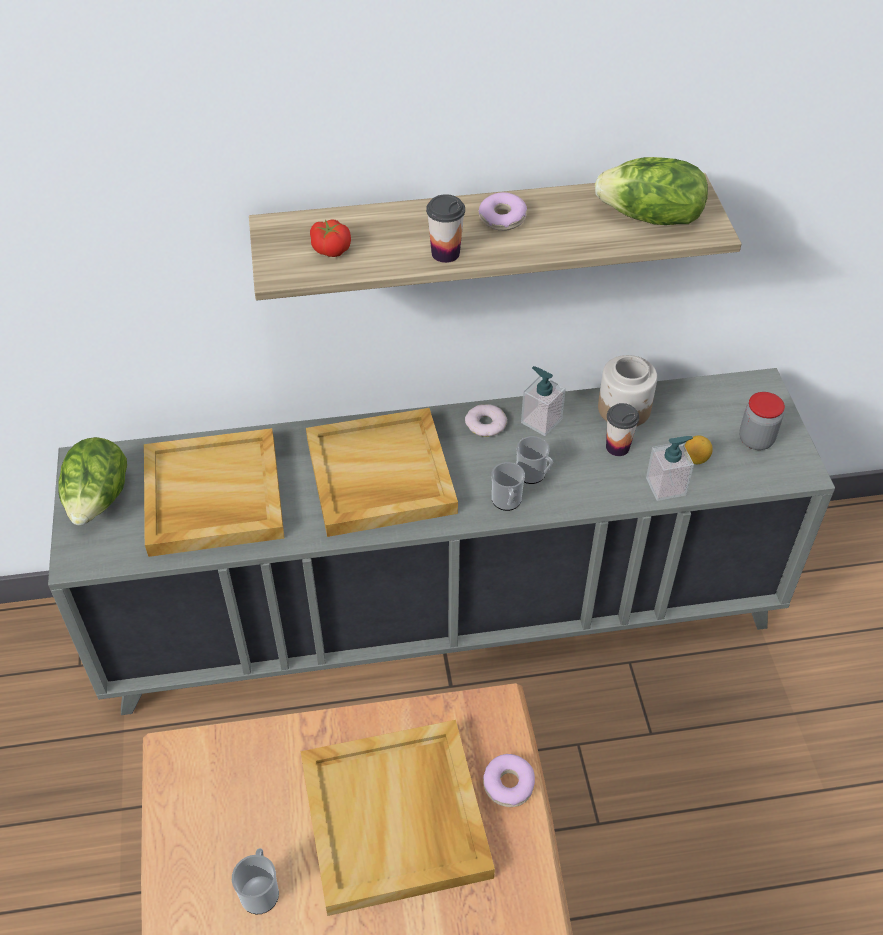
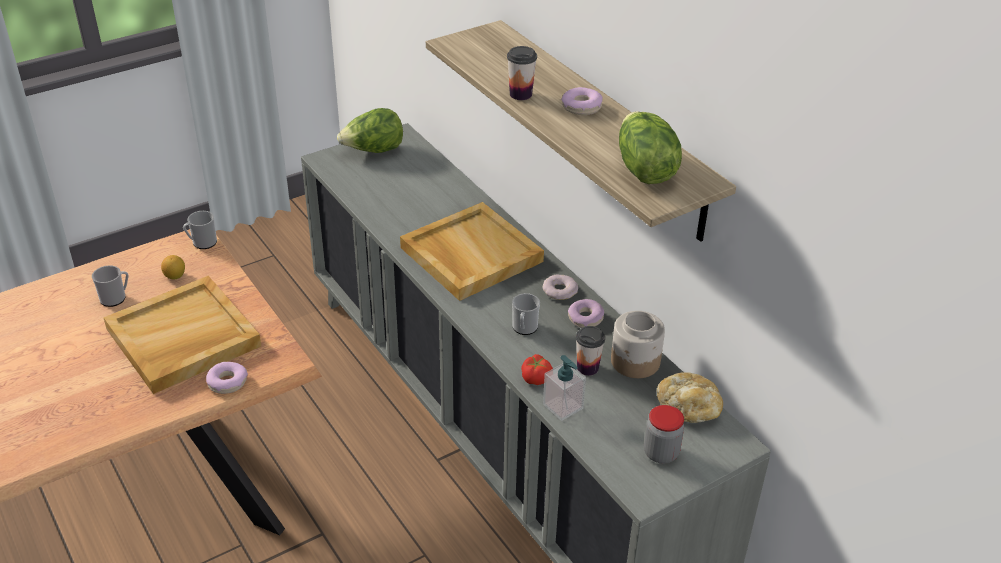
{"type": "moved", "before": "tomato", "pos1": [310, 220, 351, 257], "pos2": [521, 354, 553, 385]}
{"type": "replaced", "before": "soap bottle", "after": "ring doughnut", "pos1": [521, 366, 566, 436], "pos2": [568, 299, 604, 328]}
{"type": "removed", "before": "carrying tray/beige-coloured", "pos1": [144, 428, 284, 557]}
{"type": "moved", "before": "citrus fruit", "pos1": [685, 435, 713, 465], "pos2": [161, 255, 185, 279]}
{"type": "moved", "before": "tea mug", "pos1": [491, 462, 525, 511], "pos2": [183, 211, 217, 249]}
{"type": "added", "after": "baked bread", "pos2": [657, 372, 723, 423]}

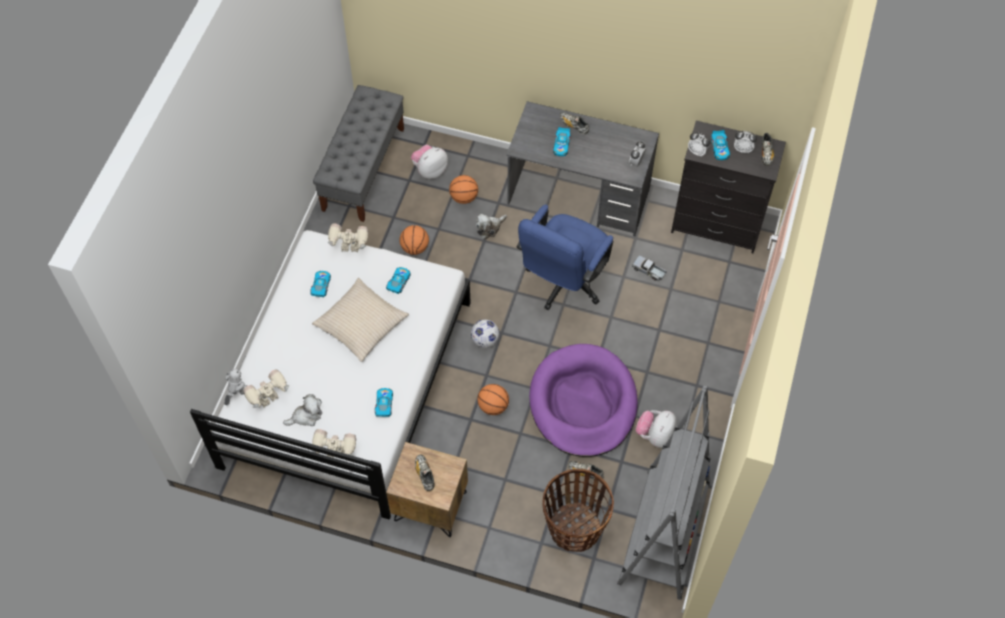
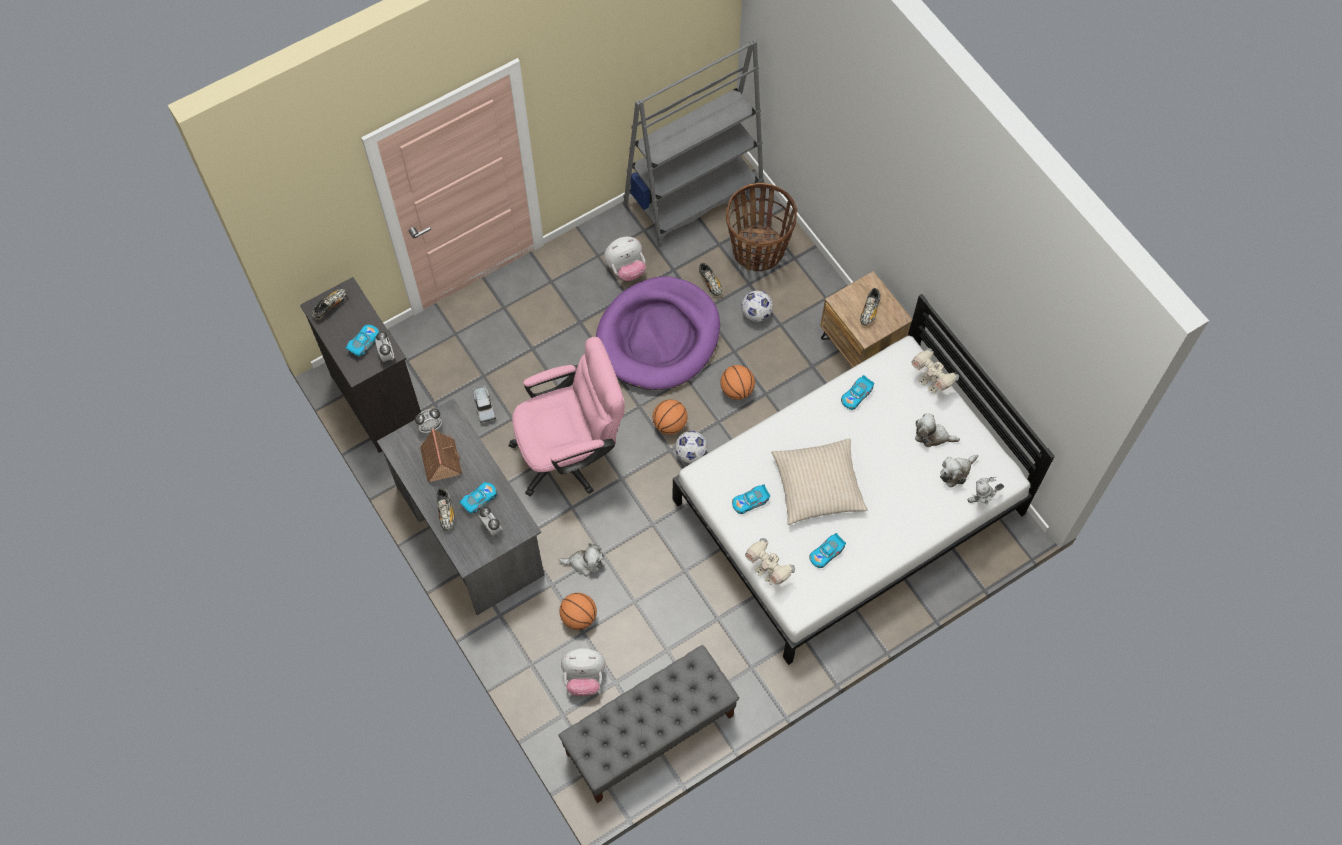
{"type": "moved", "before": "table clock", "pos1": [734, 131, 757, 153], "pos2": [478, 507, 502, 537]}
{"type": "recoloured", "before": "office chair/blue-coloured", "after": "office chair/pink", "pos1": [517, 204, 614, 310], "pos2": [508, 337, 625, 496]}
{"type": "moved", "before": "basketball", "pos1": [399, 225, 429, 255], "pos2": [653, 399, 688, 434]}
{"type": "replaced", "before": "robot figure", "after": "cuddly toy", "pos1": [243, 369, 289, 408], "pos2": [940, 455, 978, 487]}
{"type": "added", "after": "ball for football", "pos2": [741, 290, 773, 322]}
{"type": "added", "after": "toy house", "pos2": [420, 428, 462, 482]}

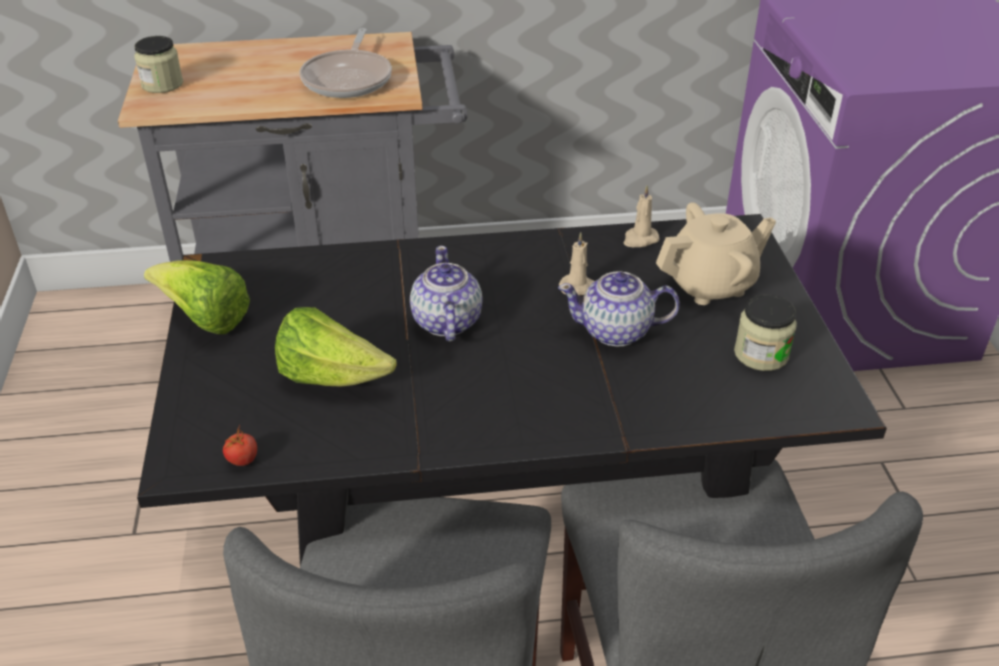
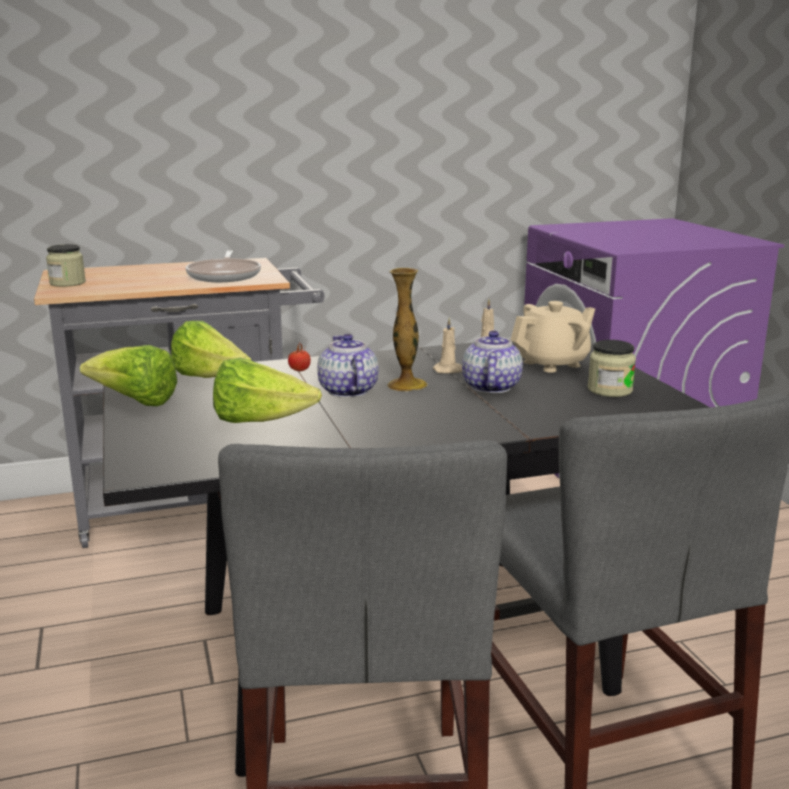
{"type": "turned", "before": "pot for tea", "pos1": [558, 271, 680, 347], "pos2": [462, 330, 523, 393], "turn": 105}
{"type": "moved", "before": "tomato", "pos1": [223, 425, 257, 466], "pos2": [288, 342, 311, 371]}
{"type": "added", "after": "vase", "pos2": [387, 268, 428, 392]}
{"type": "added", "after": "head of lettuce", "pos2": [171, 321, 251, 378]}

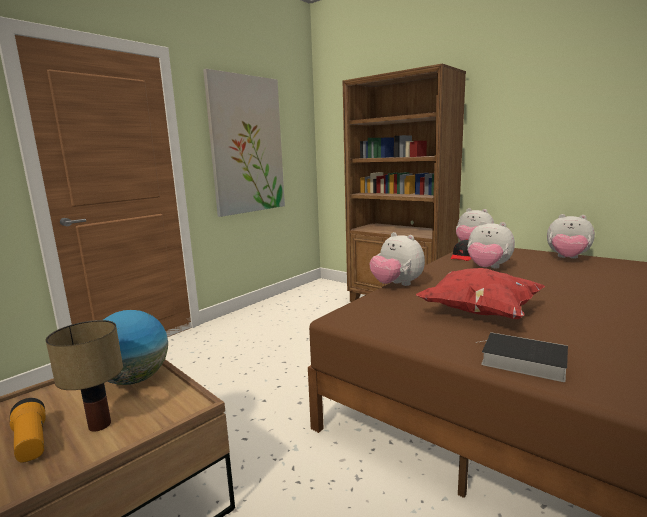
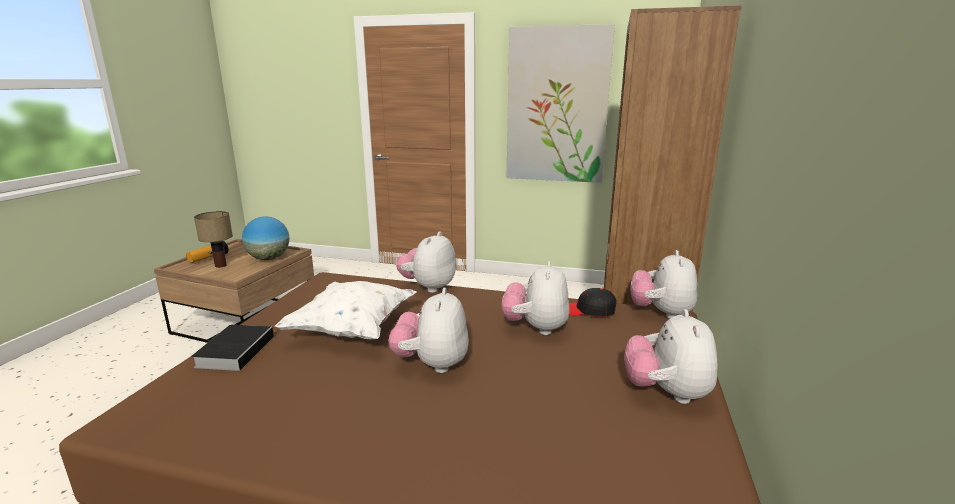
{"type": "recoloured", "before": "pillow/red", "after": "pillow/white", "pos1": [416, 268, 545, 319], "pos2": [275, 281, 417, 339]}
{"type": "added", "after": "cuddly toy", "pos2": [388, 288, 469, 373]}

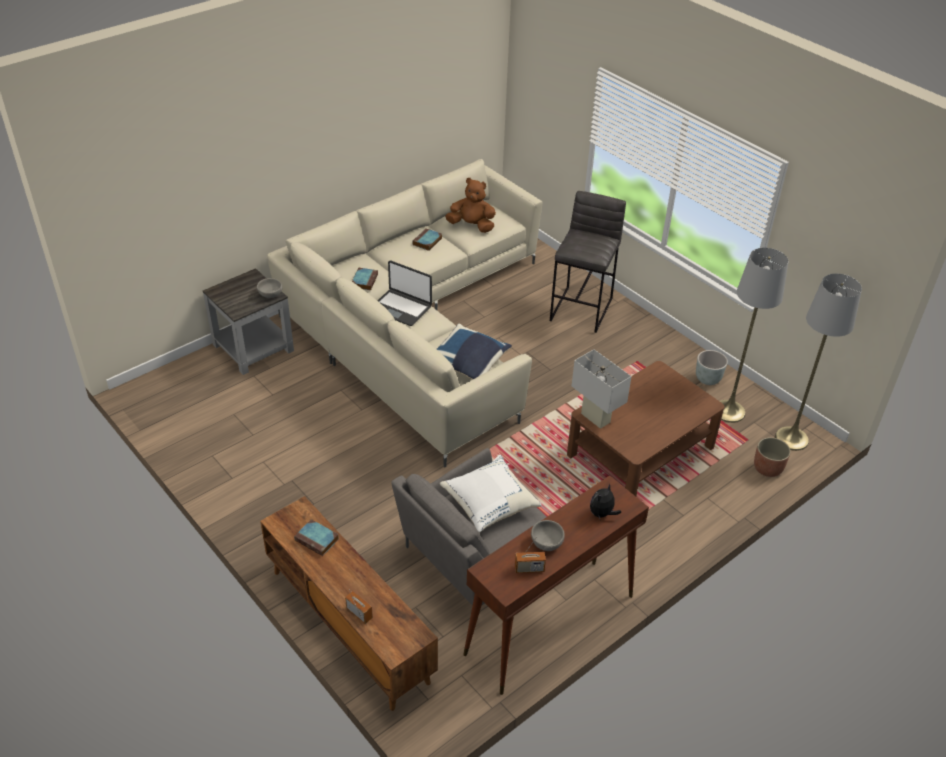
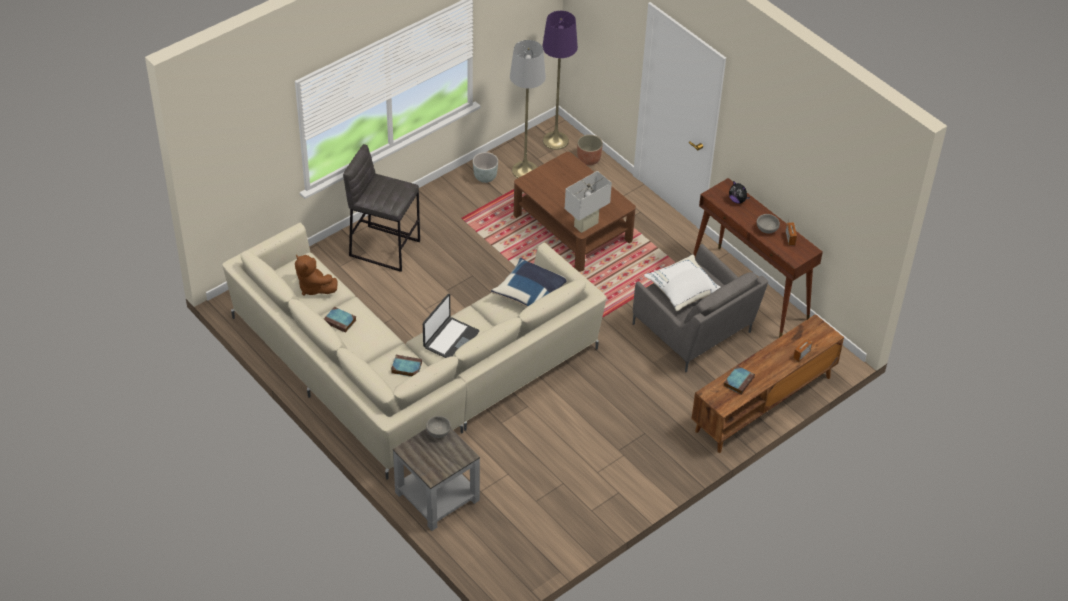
{"type": "turned", "before": "cuddly toy/brown-coloured", "pos1": [445, 178, 496, 233], "pos2": [295, 254, 338, 296], "turn": -60}
{"type": "recoloured", "before": "floor lamp/gray", "after": "floor lamp/purple-coloured", "pos1": [775, 274, 862, 451], "pos2": [542, 11, 578, 150]}

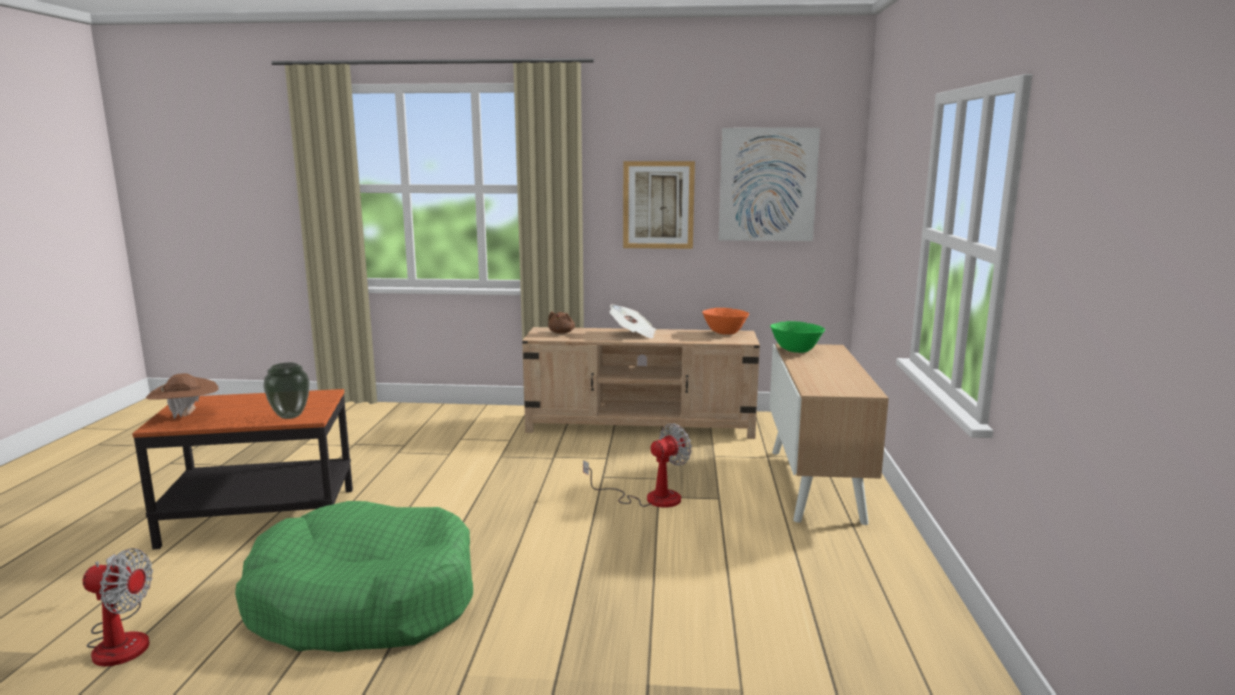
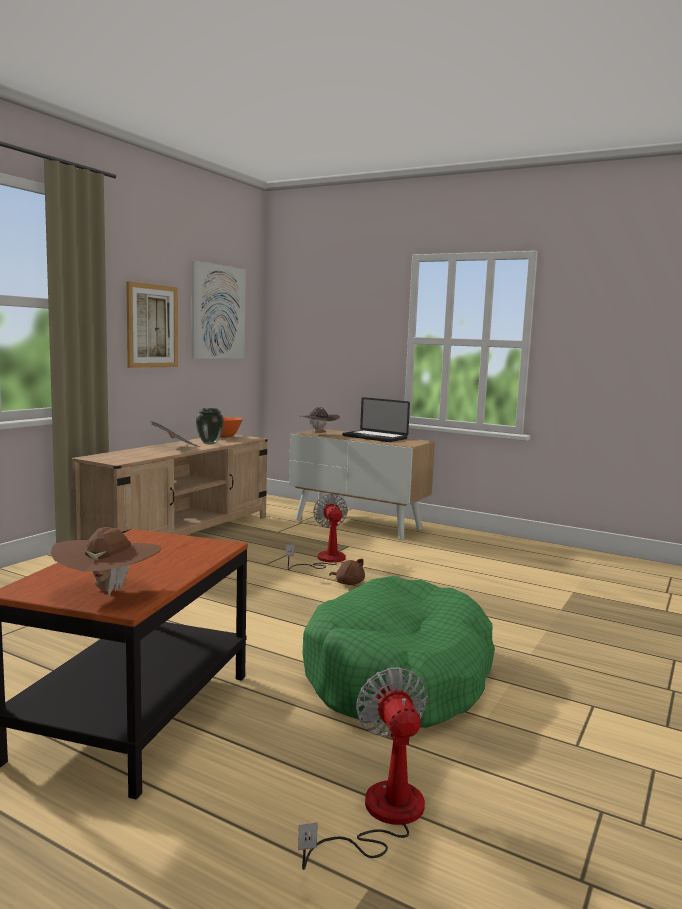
{"type": "moved", "before": "cuddly toy/brown-coloured", "pos1": [548, 311, 575, 334], "pos2": [329, 559, 365, 585]}
{"type": "replaced", "before": "serving bowl/green", "after": "wearable hat/brown-coloured", "pos1": [770, 321, 825, 353], "pos2": [301, 407, 340, 433]}
{"type": "moved", "before": "vase", "pos1": [263, 363, 310, 419], "pos2": [196, 408, 224, 444]}
{"type": "turned", "before": "electric fan", "pos1": [83, 548, 153, 666], "pos2": [298, 667, 428, 870], "turn": -45}
{"type": "added", "after": "notebook computer", "pos2": [342, 397, 410, 442]}

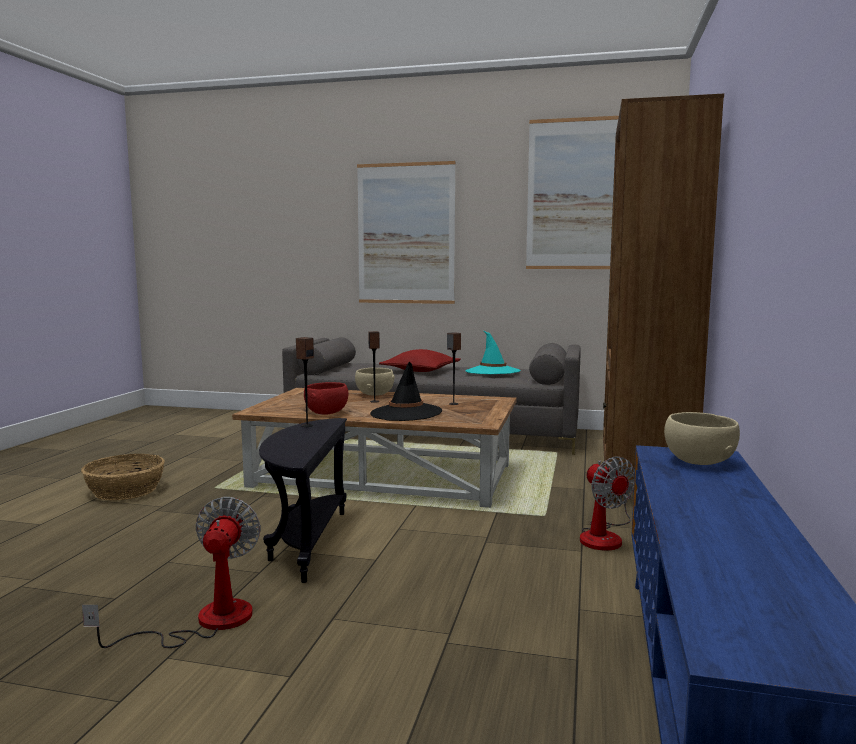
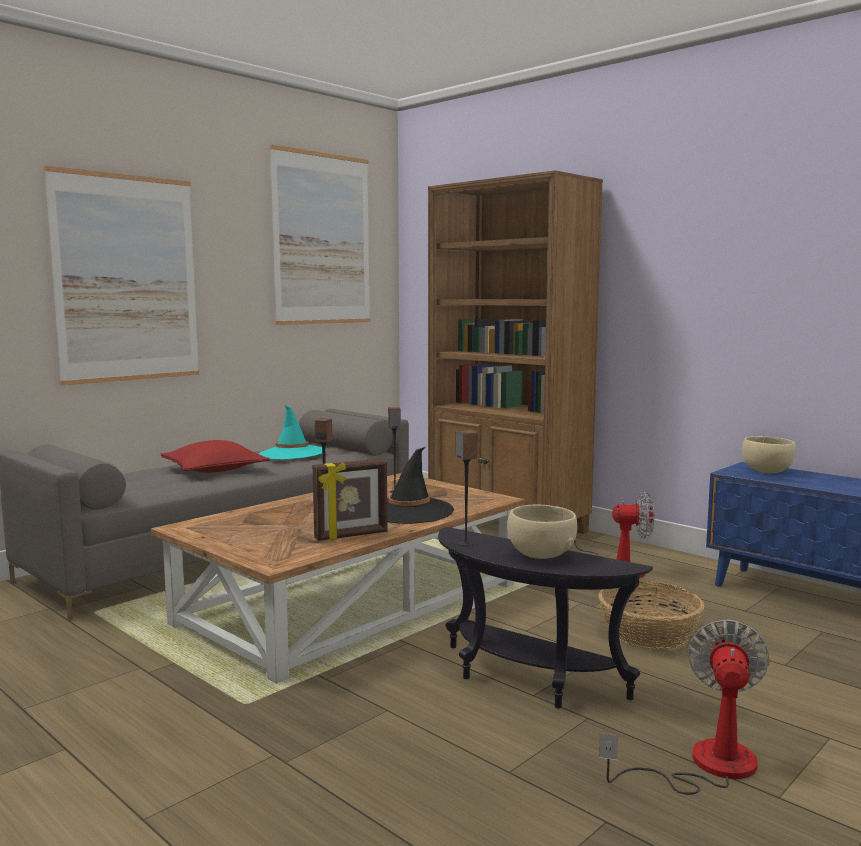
{"type": "moved", "before": "serving bowl/beige-coloured", "pos1": [355, 368, 395, 396], "pos2": [507, 505, 577, 559]}
{"type": "replaced", "before": "serving bowl/red", "after": "picture frame", "pos1": [304, 382, 349, 415], "pos2": [313, 459, 388, 541]}
{"type": "moved", "before": "storage basket", "pos1": [81, 454, 165, 500], "pos2": [598, 581, 704, 650]}
{"type": "turned", "before": "electric fan", "pos1": [82, 497, 261, 648], "pos2": [599, 619, 770, 795], "turn": 75}

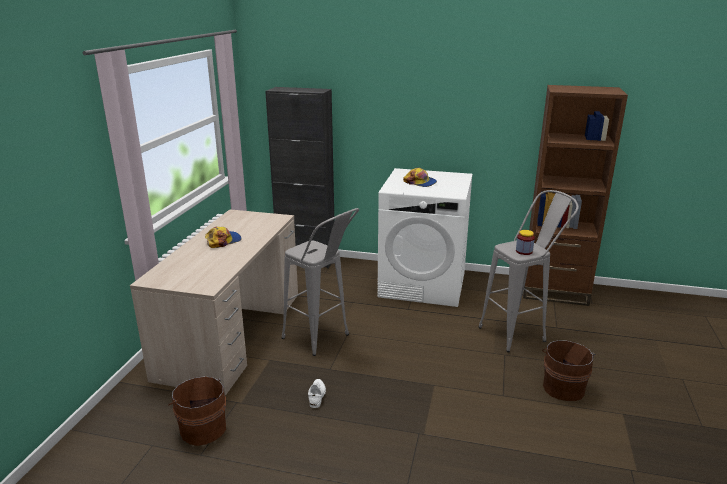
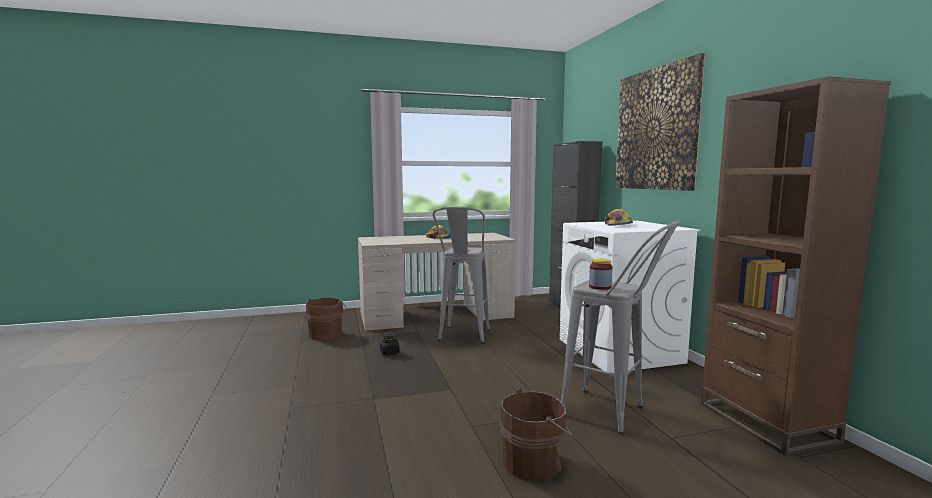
{"type": "replaced", "before": "item of footwear/white", "after": "jar/black-coloured", "pos1": [308, 379, 326, 408], "pos2": [380, 332, 399, 355]}
{"type": "added", "after": "wall art", "pos2": [615, 53, 706, 191]}

